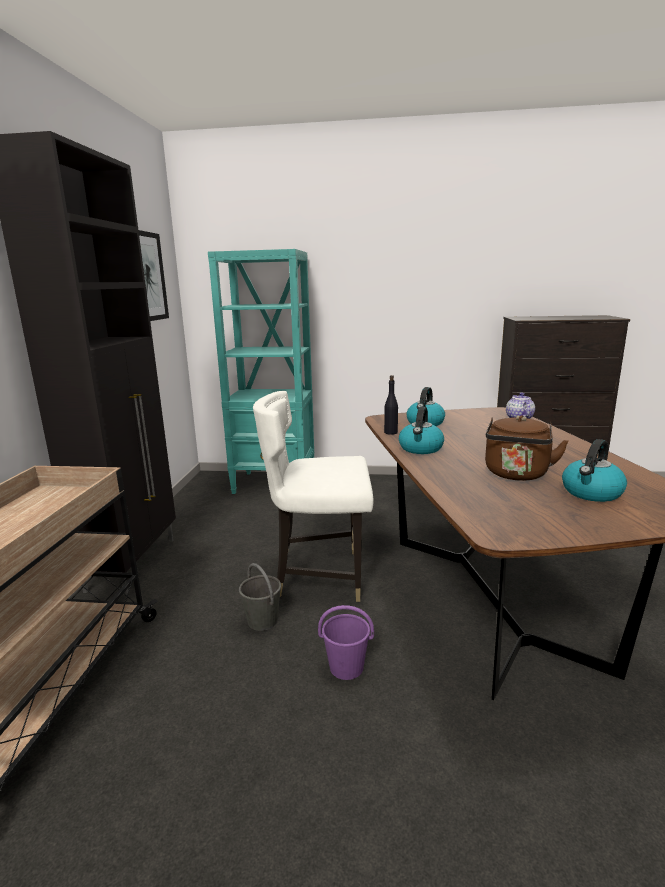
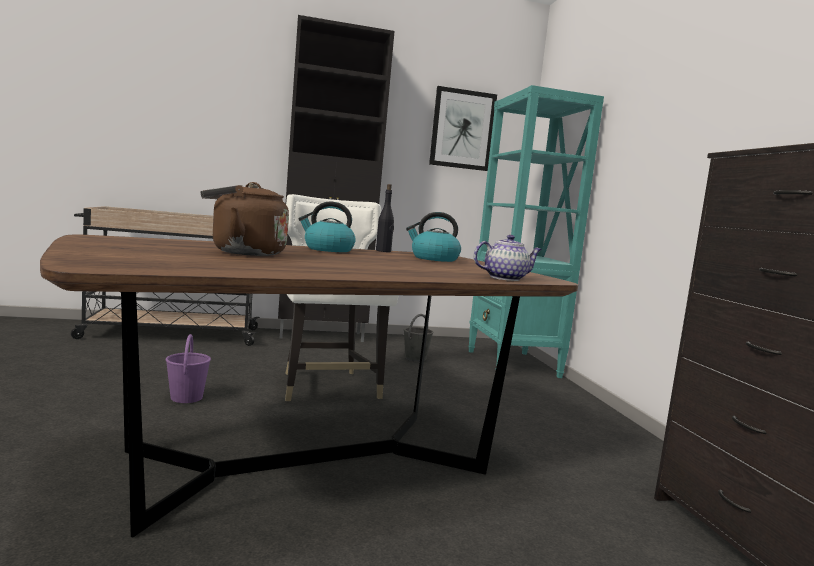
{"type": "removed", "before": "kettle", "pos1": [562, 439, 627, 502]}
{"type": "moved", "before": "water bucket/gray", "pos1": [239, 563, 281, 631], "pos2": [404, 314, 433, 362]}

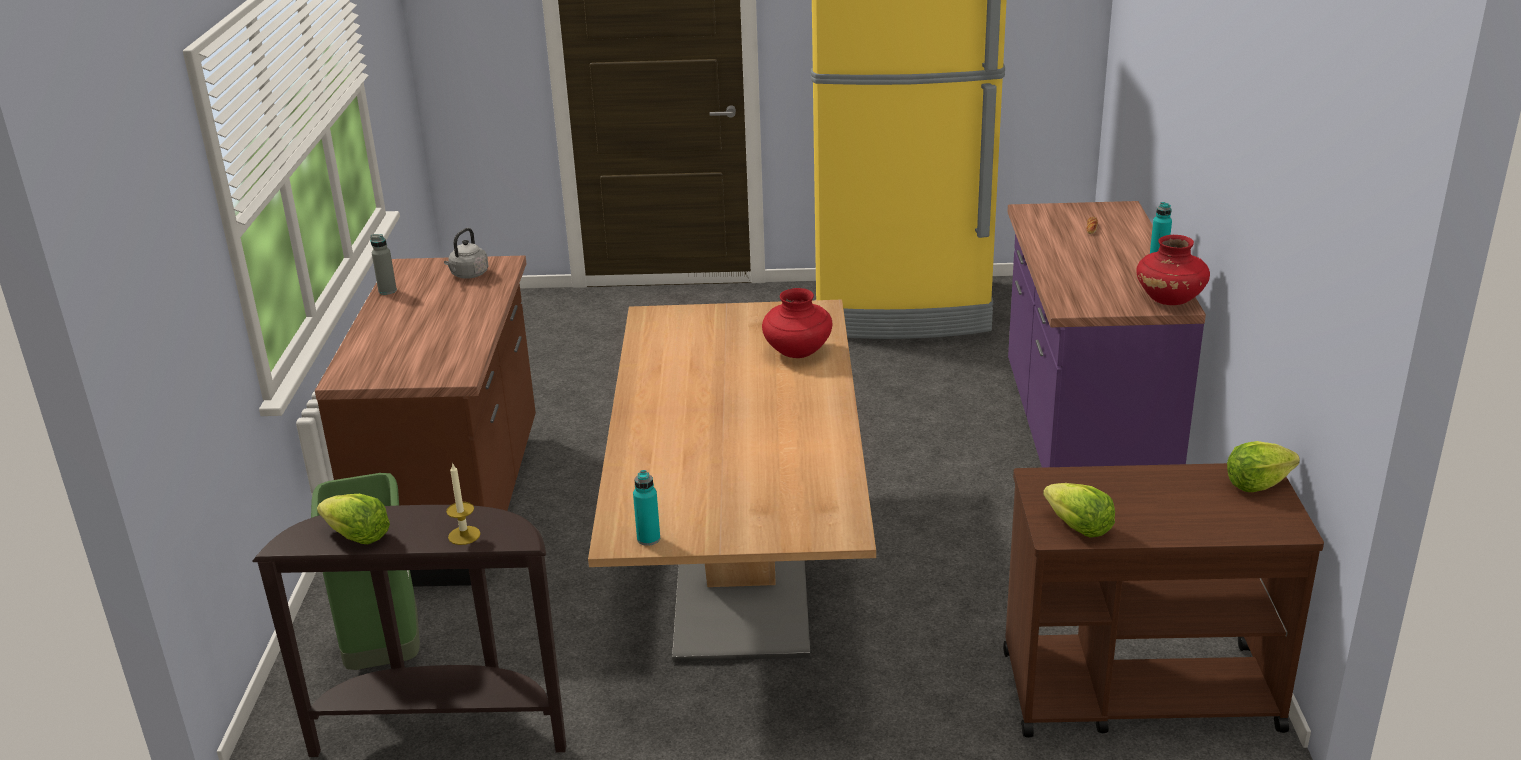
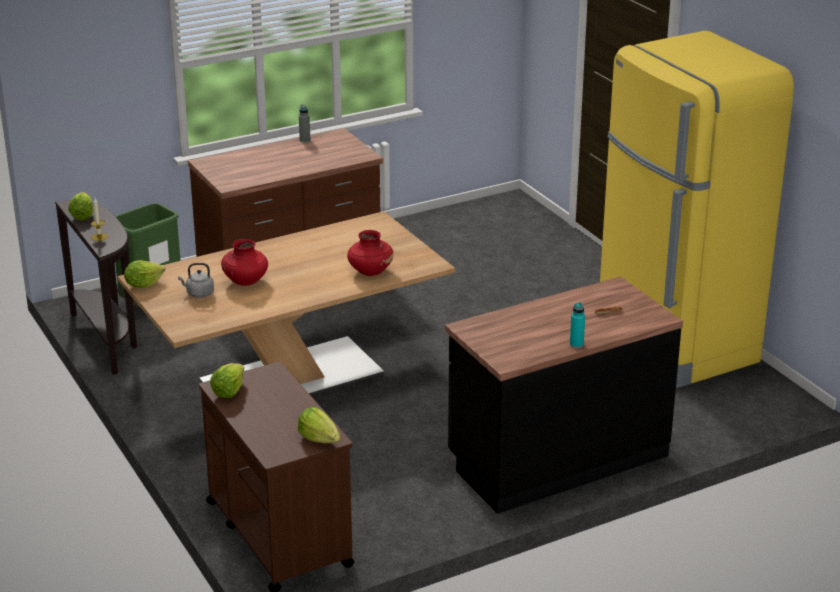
{"type": "recoloured", "before": "counter/purple-coloured", "after": "counter/black-coloured", "pos1": [1008, 201, 1206, 468], "pos2": [445, 277, 683, 514]}
{"type": "moved", "before": "kettle/gray", "pos1": [444, 228, 489, 279], "pos2": [178, 263, 214, 298]}
{"type": "moved", "before": "vase/red", "pos1": [1136, 235, 1210, 305], "pos2": [221, 239, 268, 286]}
{"type": "replaced", "before": "bottle/turquoise-coloured", "after": "head of lettuce", "pos1": [633, 470, 660, 546], "pos2": [124, 260, 165, 288]}

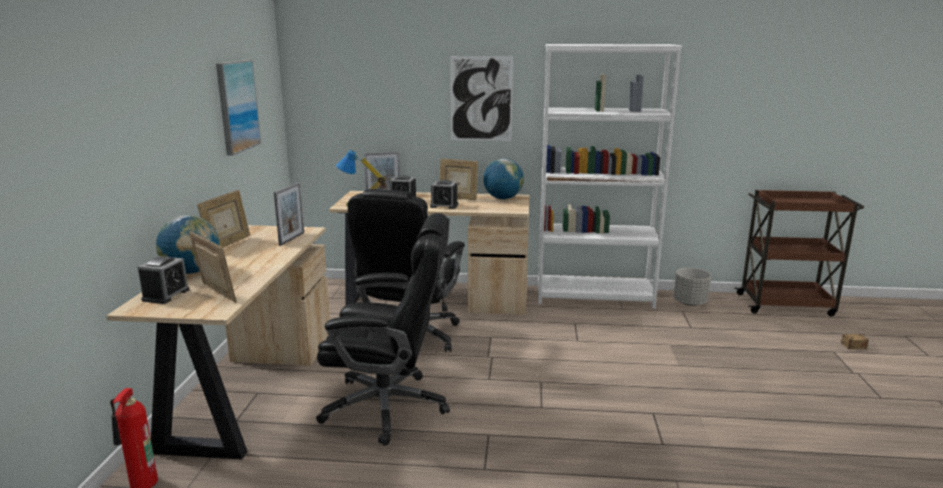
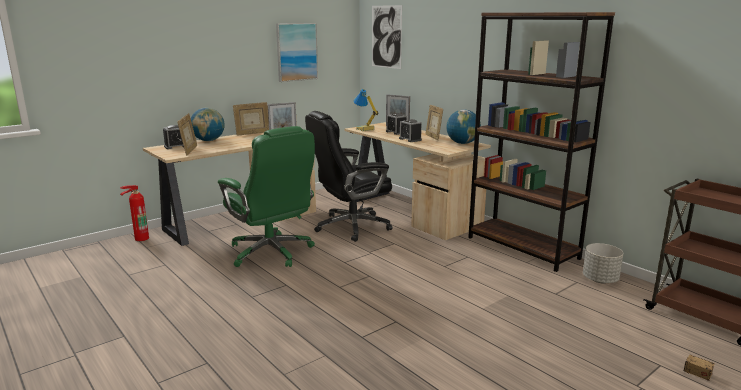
{"type": "recoloured", "before": "bookshelf/white", "after": "bookshelf/brown-coloured", "pos1": [538, 44, 682, 309], "pos2": [468, 12, 615, 272]}
{"type": "moved", "before": "wall art", "pos1": [450, 56, 513, 141], "pos2": [372, 5, 402, 69]}
{"type": "recoloured", "before": "office chair/black-coloured", "after": "office chair/green", "pos1": [316, 213, 450, 446], "pos2": [218, 126, 315, 267]}

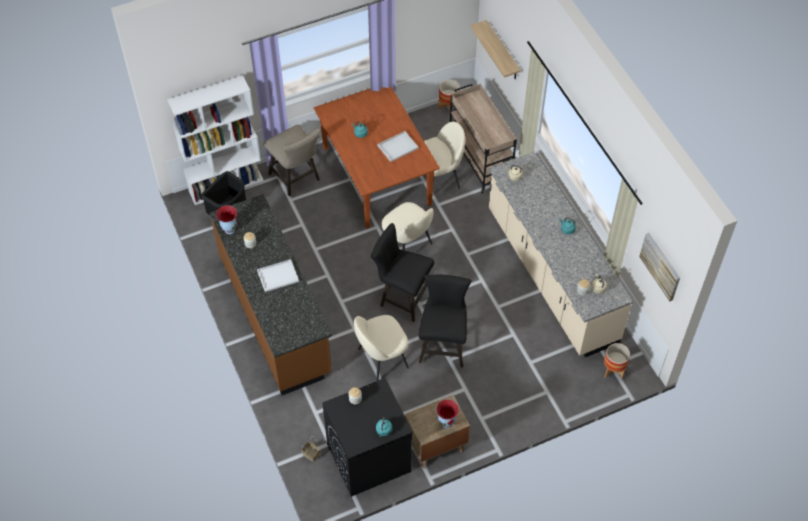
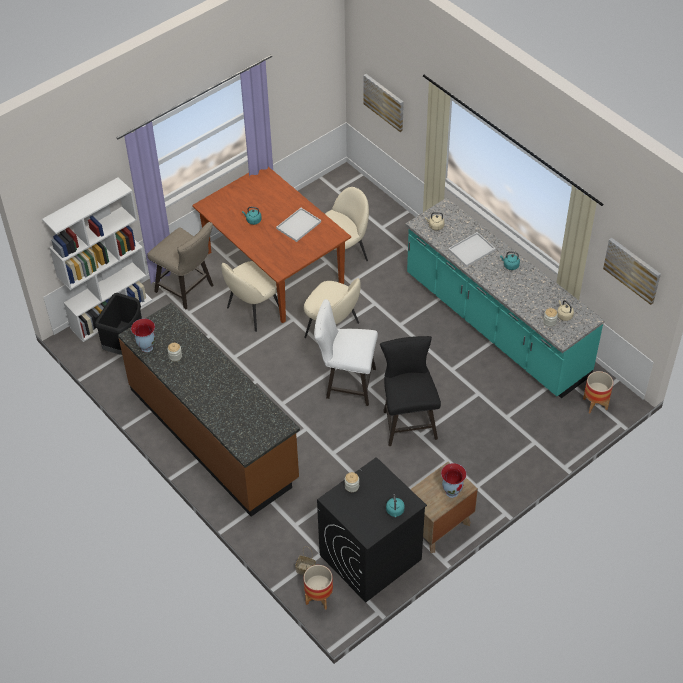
{"type": "replaced", "before": "shelf", "after": "wall art", "pos1": [470, 20, 521, 79], "pos2": [363, 74, 404, 132]}
{"type": "moved", "before": "flower pot", "pos1": [438, 80, 460, 110], "pos2": [303, 565, 333, 610]}
{"type": "removed", "before": "trolley/beige-coloured", "pos1": [450, 84, 517, 194]}
{"type": "recoloured", "before": "counter/beige-coloured", "after": "counter/turquoise-coloured", "pos1": [489, 152, 633, 357], "pos2": [406, 198, 605, 398]}
{"type": "recoloured", "before": "stool seat/black-coloured", "after": "stool seat/white", "pos1": [371, 223, 434, 322], "pos2": [314, 299, 378, 406]}
{"type": "moved", "before": "carrying tray/white", "pos1": [257, 259, 299, 292], "pos2": [448, 232, 496, 267]}
{"type": "moved", "before": "plain chair/beige-coloured", "pos1": [354, 315, 409, 381], "pos2": [221, 261, 279, 332]}

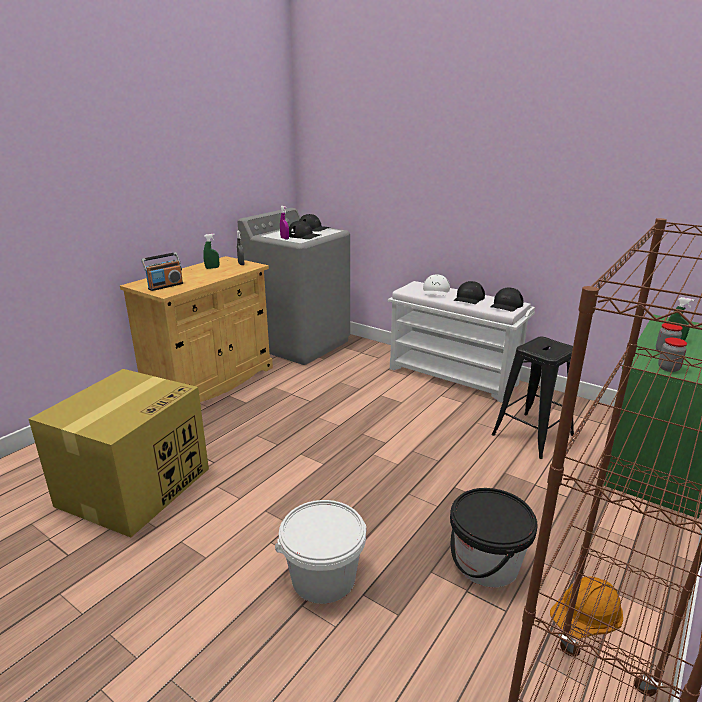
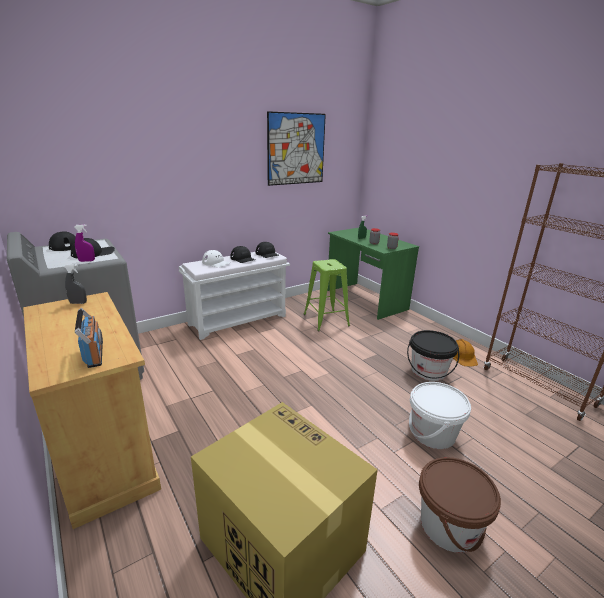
{"type": "removed", "before": "hand sprayer/green", "pos1": [203, 234, 219, 269]}
{"type": "recoloured", "before": "stool seat/black-coloured", "after": "stool seat/green", "pos1": [491, 337, 574, 459], "pos2": [303, 259, 350, 331]}
{"type": "added", "after": "wall art", "pos2": [267, 111, 326, 186]}
{"type": "added", "after": "water bucket/brown-coloured", "pos2": [419, 457, 501, 553]}

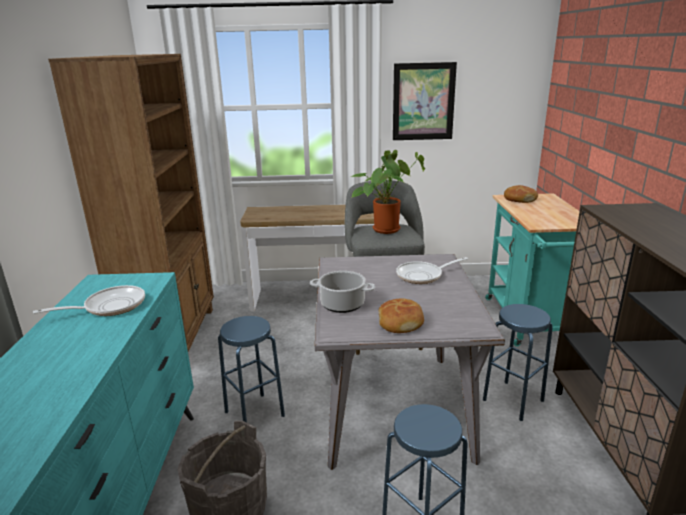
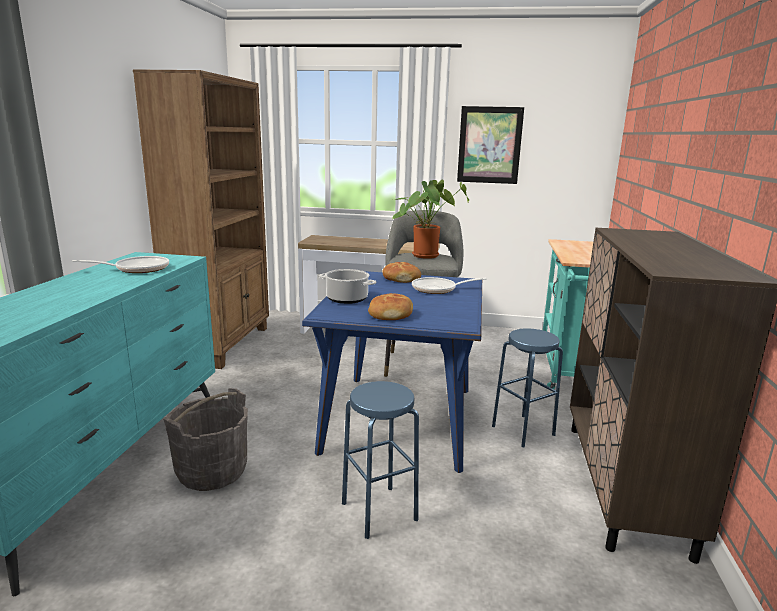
{"type": "moved", "before": "baked bread", "pos1": [504, 185, 538, 203], "pos2": [383, 262, 421, 283]}
{"type": "recoloured", "before": "dining table/gray", "after": "dining table/blue-coloured", "pos1": [315, 254, 505, 470], "pos2": [302, 271, 482, 473]}
{"type": "removed", "before": "stool seat/blue-coloured", "pos1": [218, 316, 285, 423]}

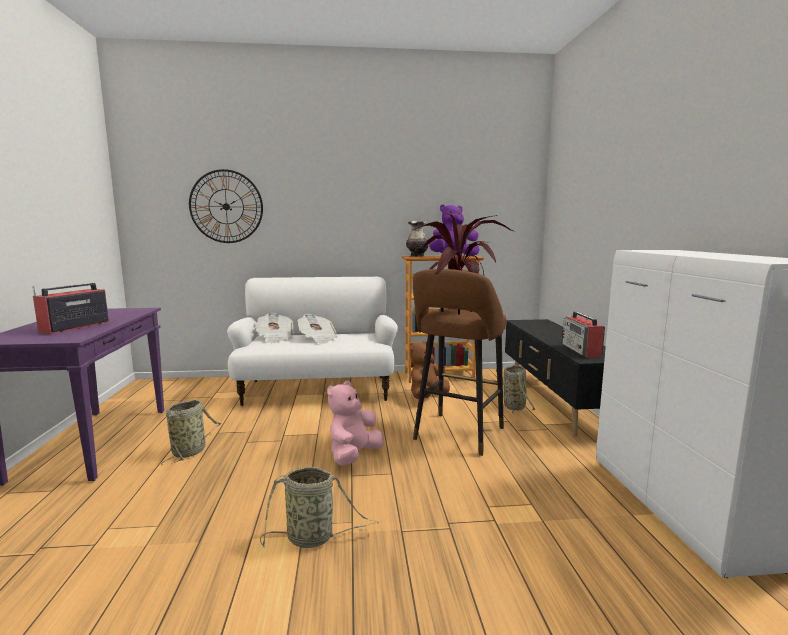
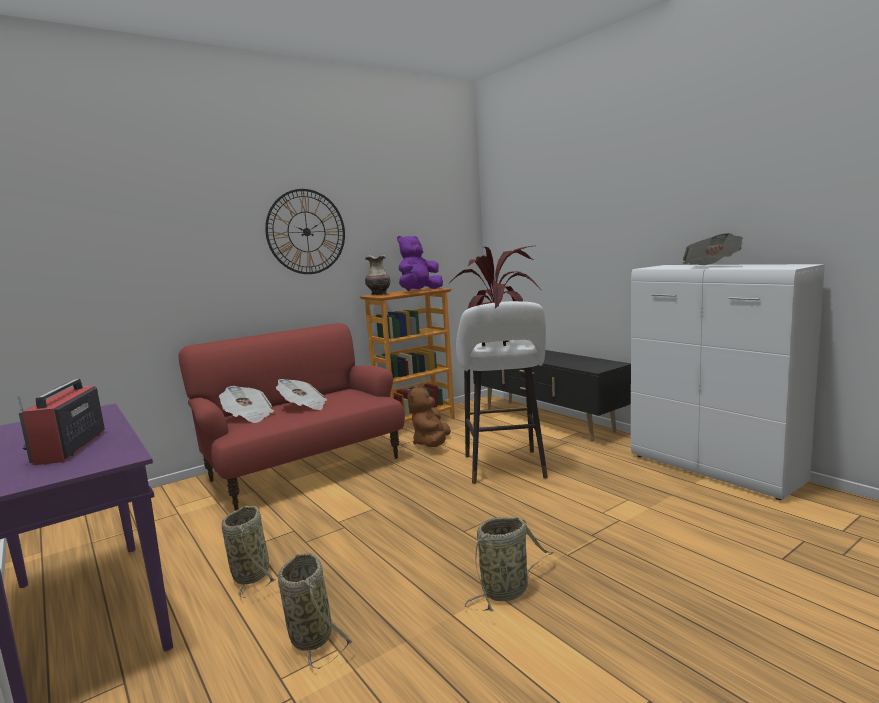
{"type": "moved", "before": "hanging clock", "pos1": [189, 169, 263, 243], "pos2": [265, 189, 345, 274]}
{"type": "recoloured", "before": "stool seat/brown-coloured", "after": "stool seat/white", "pos1": [413, 269, 506, 456], "pos2": [456, 301, 548, 484]}
{"type": "recoloured", "before": "sofa/white", "after": "sofa/red", "pos1": [227, 277, 398, 406], "pos2": [178, 323, 405, 511]}
{"type": "removed", "before": "radio", "pos1": [561, 311, 605, 357]}
{"type": "moved", "before": "storage basket", "pos1": [503, 365, 535, 415], "pos2": [278, 553, 353, 669]}
{"type": "removed", "before": "cuddly toy/pink", "pos1": [327, 381, 383, 466]}
{"type": "added", "after": "daily paper", "pos2": [683, 233, 743, 265]}

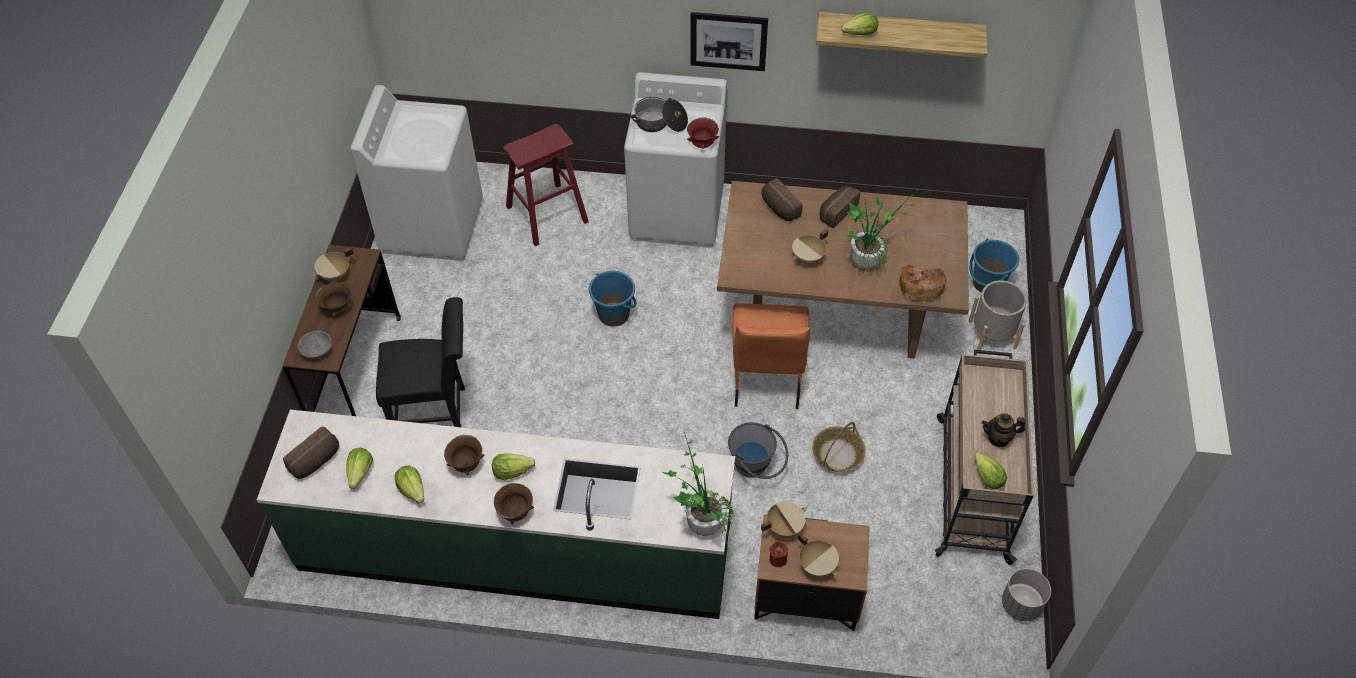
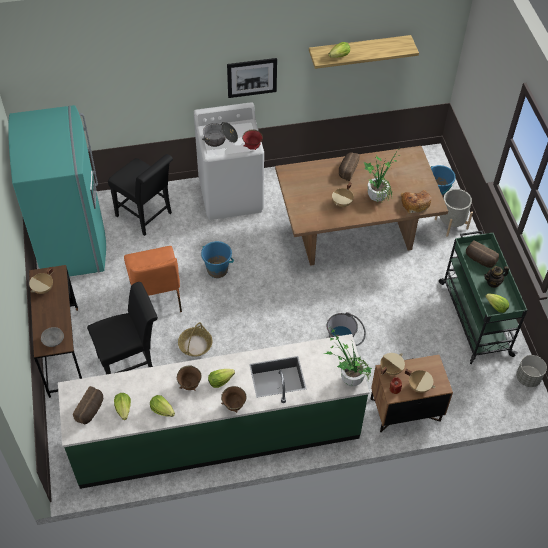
{"type": "replaced", "before": "laundry appliance/white", "after": "fridge/turquoise-coloured", "pos1": [350, 85, 483, 261], "pos2": [8, 105, 106, 277]}
{"type": "replaced", "before": "stool seat/red", "after": "plain chair/black-coloured", "pos1": [503, 124, 589, 246], "pos2": [108, 154, 173, 236]}
{"type": "moved", "before": "baked bread", "pos1": [761, 178, 802, 221], "pos2": [466, 240, 499, 268]}
{"type": "removed", "before": "serving bowl/brown-coloured", "pos1": [316, 282, 352, 317]}
{"type": "moved", "before": "plain chair/orangey", "pos1": [733, 303, 810, 409], "pos2": [124, 246, 182, 312]}
{"type": "recoloured", "before": "trolley/beige-coloured", "after": "trolley/green", "pos1": [935, 350, 1034, 565], "pos2": [439, 231, 527, 364]}
{"type": "moved", "before": "storage basket", "pos1": [812, 422, 866, 472], "pos2": [178, 322, 212, 357]}

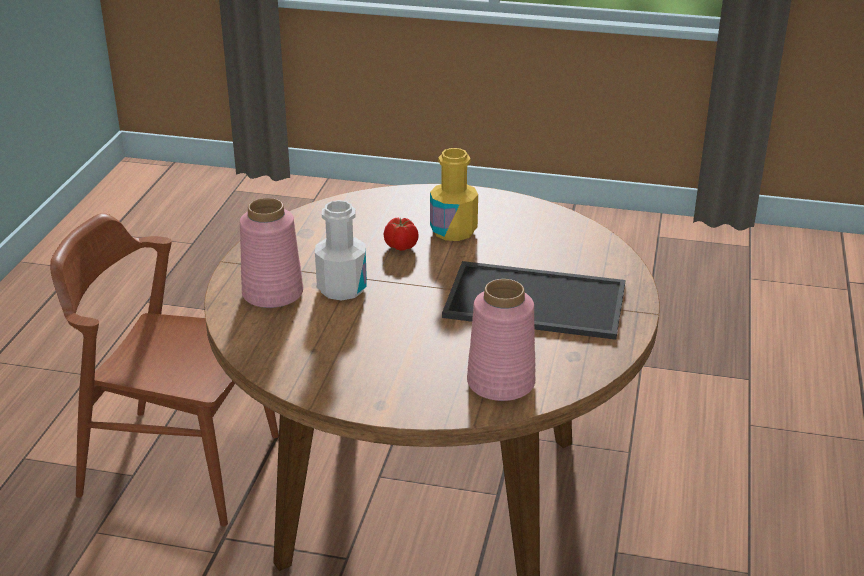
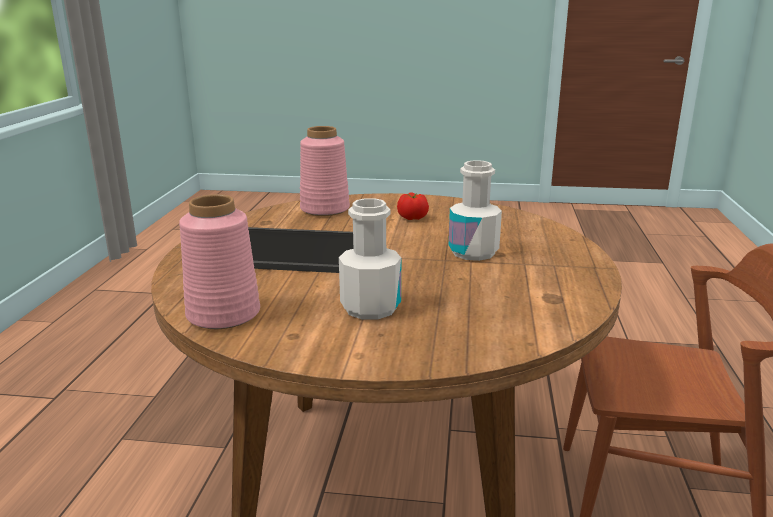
{"type": "recoloured", "before": "bottle/yellow-coloured", "after": "bottle/white", "pos1": [430, 148, 478, 241], "pos2": [339, 198, 401, 320]}
{"type": "moved", "before": "vase/pink", "pos1": [240, 198, 303, 308], "pos2": [179, 194, 260, 329]}
{"type": "moved", "before": "tomato", "pos1": [384, 218, 419, 251], "pos2": [397, 192, 429, 220]}

